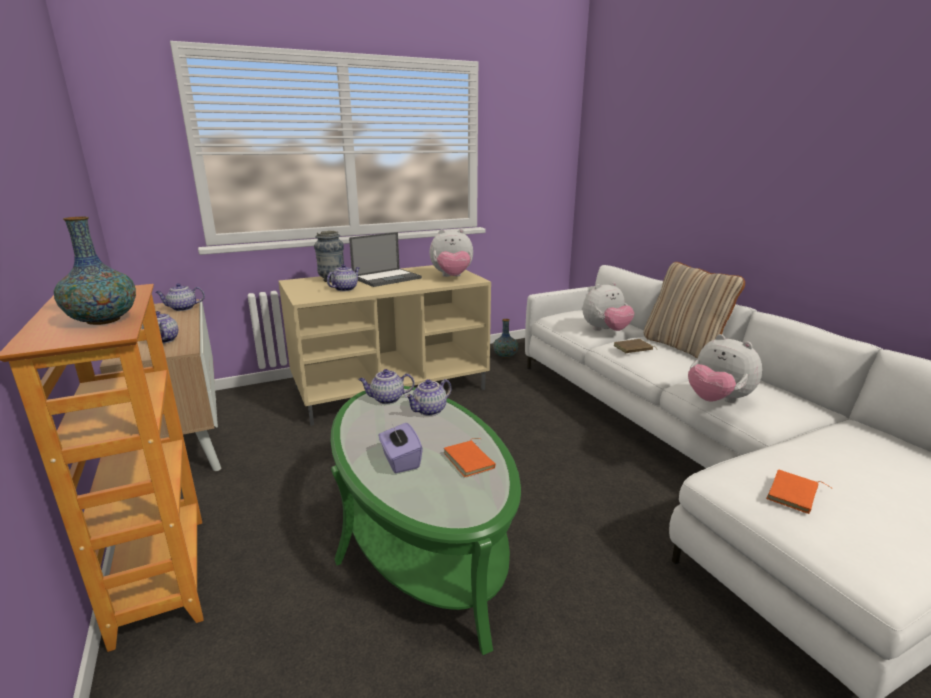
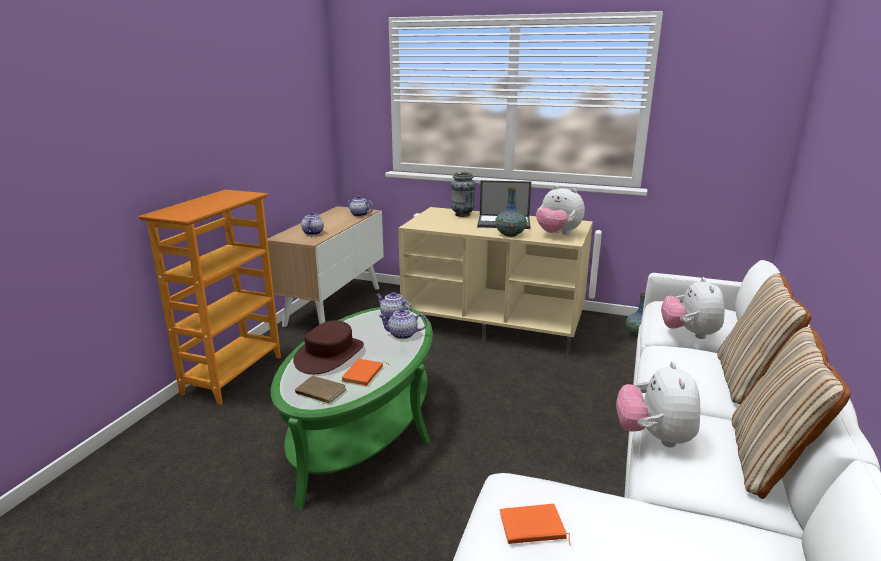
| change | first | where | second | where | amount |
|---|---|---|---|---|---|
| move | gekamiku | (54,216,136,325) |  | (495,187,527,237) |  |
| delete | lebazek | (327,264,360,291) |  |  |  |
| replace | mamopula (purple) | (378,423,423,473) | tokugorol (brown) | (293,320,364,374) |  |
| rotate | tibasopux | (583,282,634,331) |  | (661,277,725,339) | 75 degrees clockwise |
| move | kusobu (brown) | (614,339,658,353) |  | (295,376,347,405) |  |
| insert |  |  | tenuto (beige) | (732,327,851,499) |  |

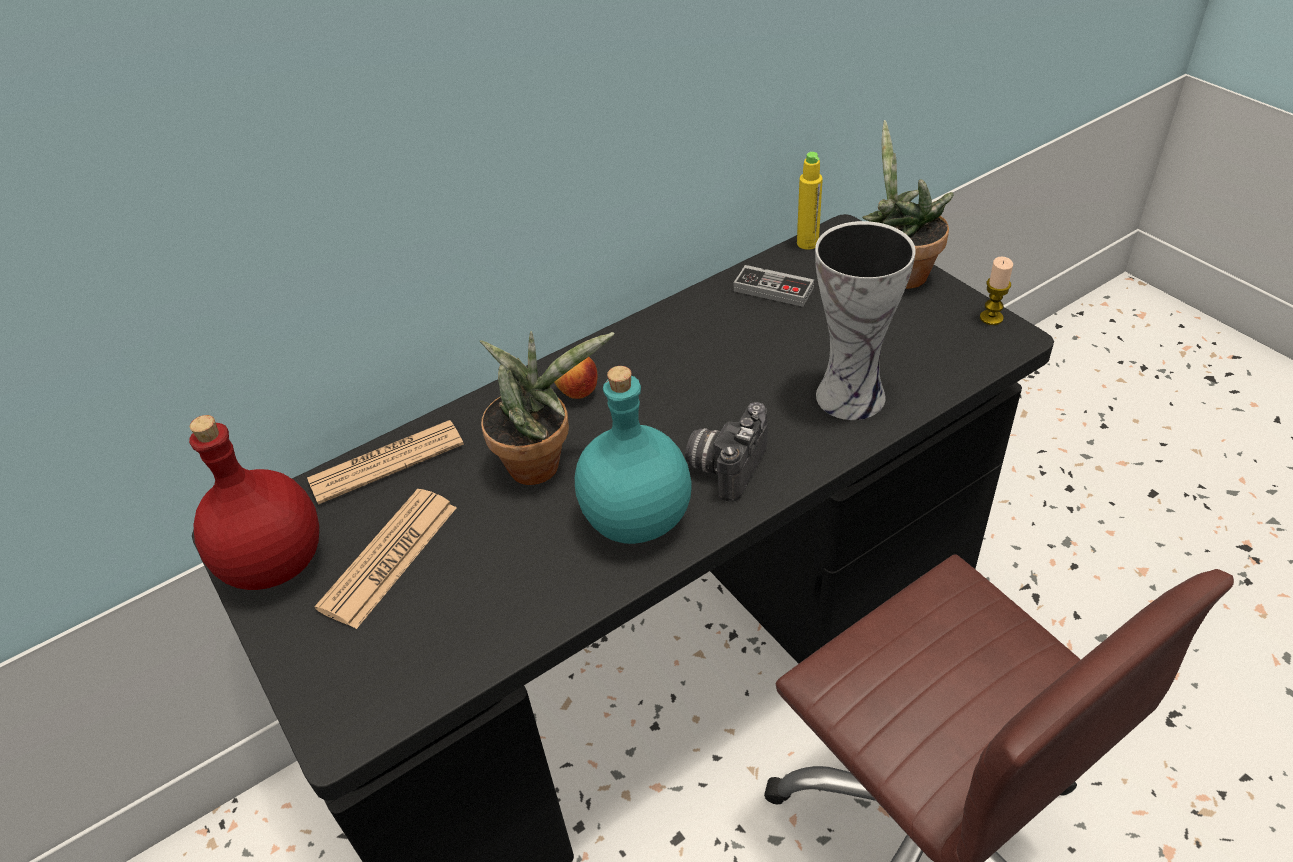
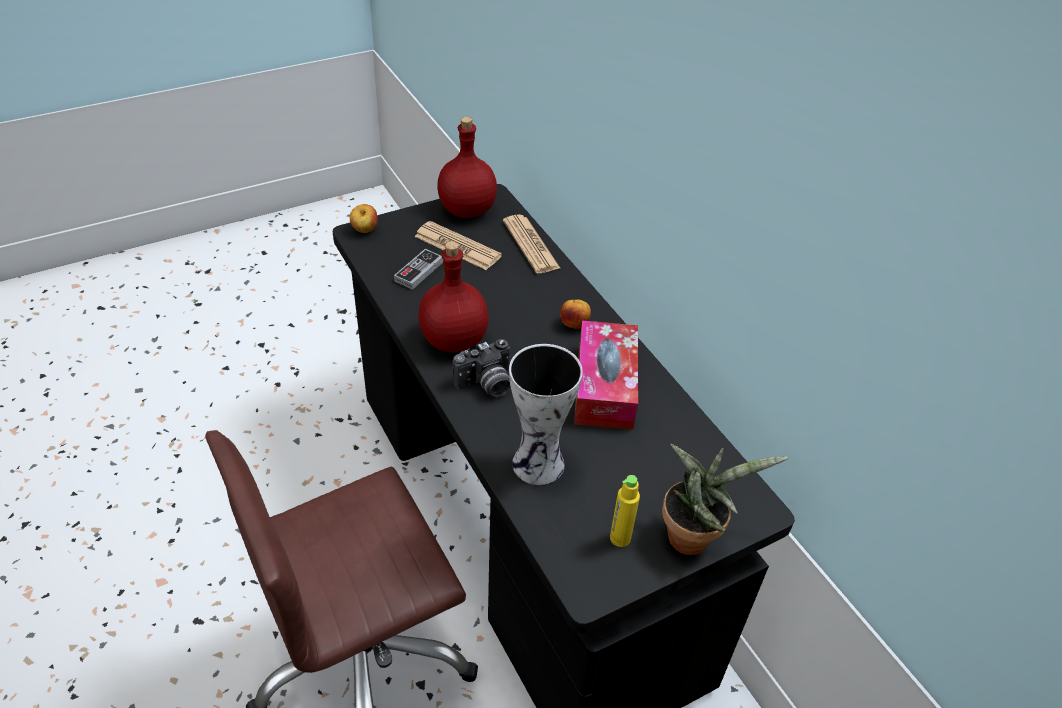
| change | first | where | second | where | amount |
|---|---|---|---|---|---|
| delete | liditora | (480,331,614,485) |  |  |  |
| recolor | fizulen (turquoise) | (575,366,692,544) | fizulen (red) | (418,241,489,352) |  |
| rotate | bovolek | (685,402,768,502) |  | (453,339,511,397) | 120 degrees clockwise |
| move | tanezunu | (734,265,814,307) |  | (394,249,443,290) |  |
| move | fizulen (yellow) | (797,152,823,250) |  | (610,475,640,547) |  |
| delete | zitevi | (980,256,1013,325) |  |  |  |
| insert |  |  | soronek | (350,204,378,233) |  |
| insert |  |  | mamopula | (574,321,638,430) |  |

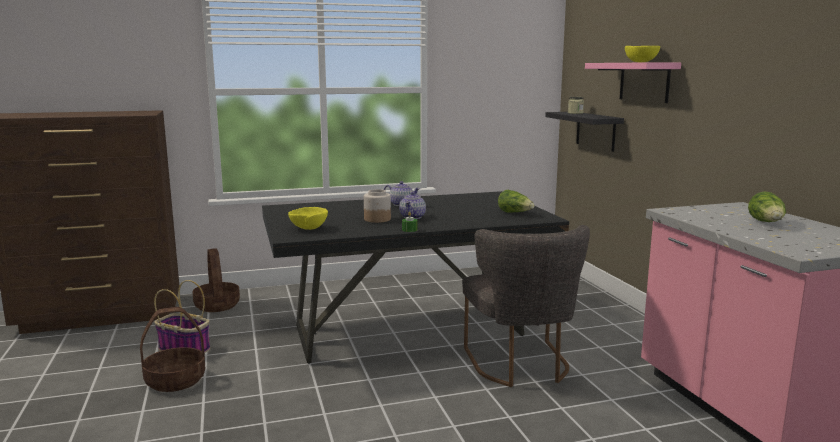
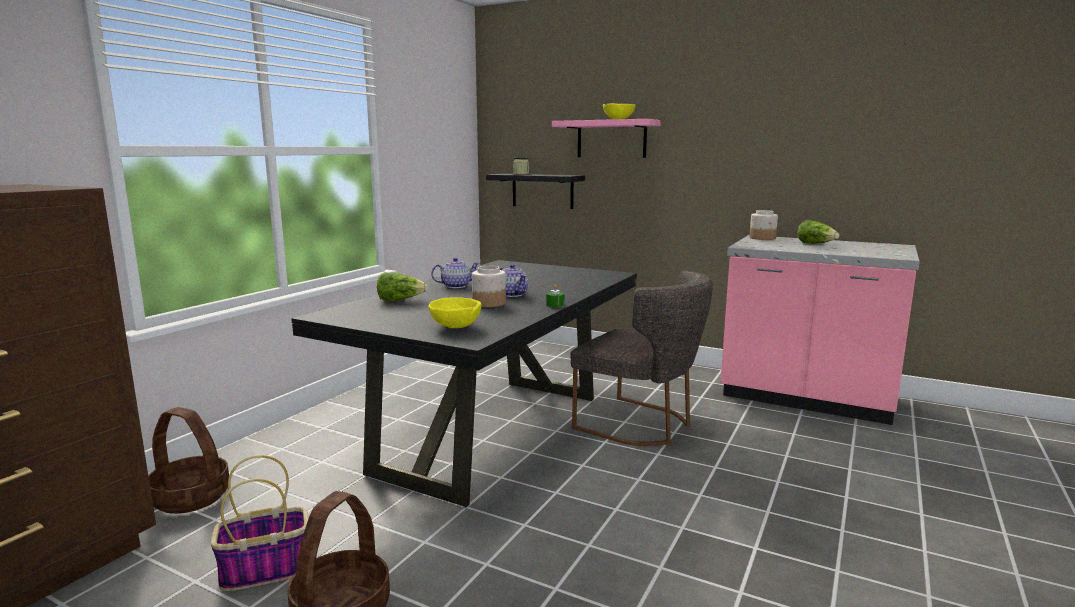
| change | first | where | second | where | amount |
|---|---|---|---|---|---|
| move | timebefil | (498,190,535,213) |  | (377,272,428,301) |  |
| insert |  |  | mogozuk | (750,210,778,240) |  |

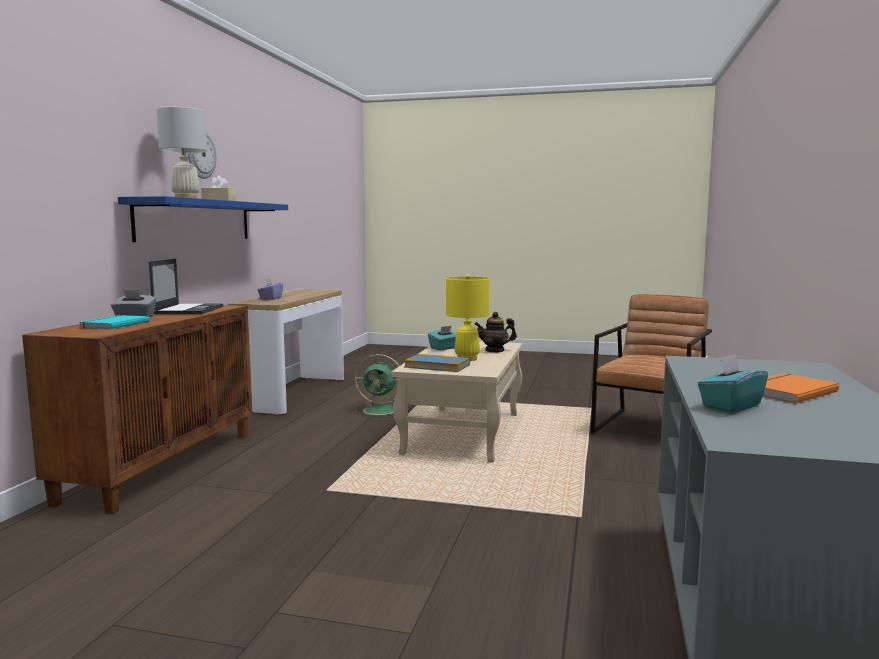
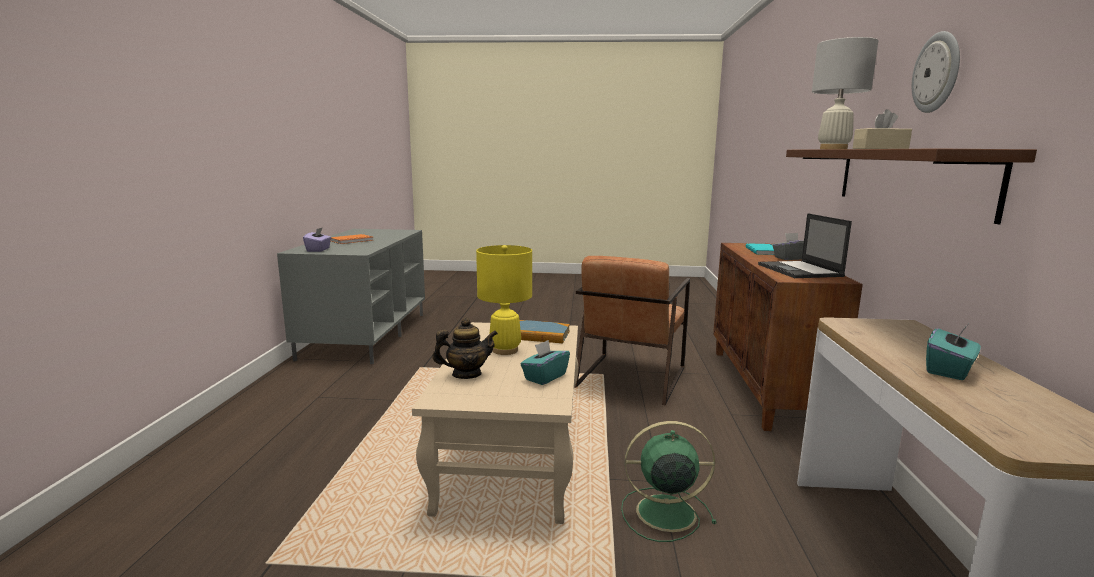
| change | first | where | second | where | amount |
|---|---|---|---|---|---|
| recolor | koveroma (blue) | (118,196,288,242) | koveroma (brown) | (786,148,1037,224) |  |
| move | mamopula (purple) | (257,278,283,300) |  | (303,227,331,252) |  |
| move | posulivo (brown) | (591,294,712,434) |  | (574,256,690,405) |  |
| move | mamopula (turquoise) | (698,354,768,414) |  | (926,325,981,380) |  |

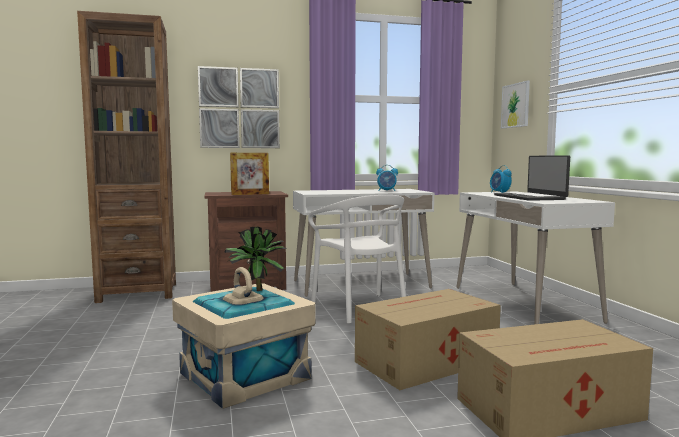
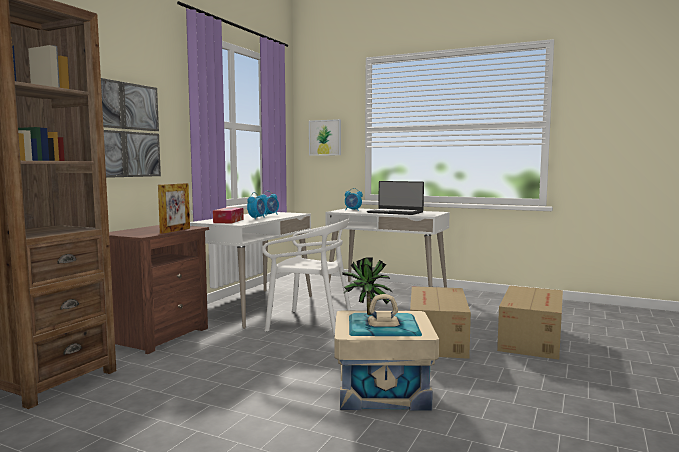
| change | first | where | second | where | amount |
|---|---|---|---|---|---|
| insert |  |  | mamopula | (213,208,244,223) |  |
| insert |  |  | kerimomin | (247,192,267,219) |  |

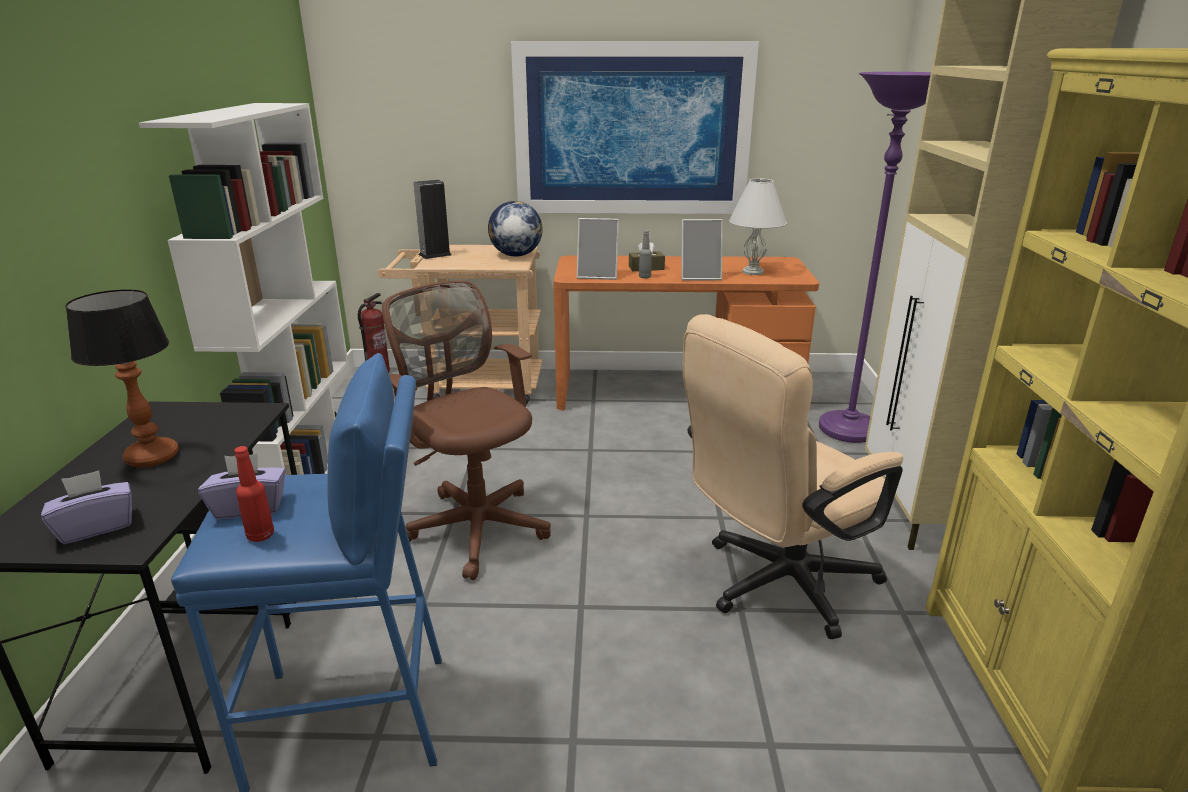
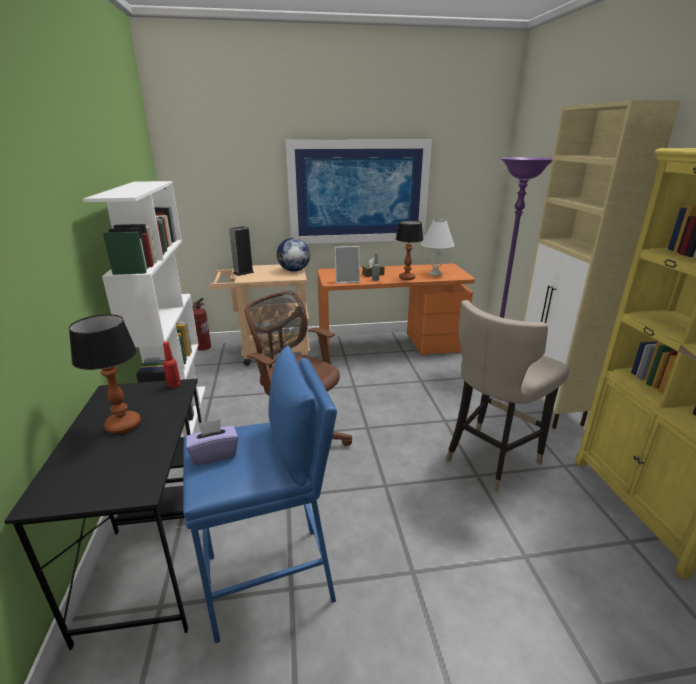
| change | first | where | second | where | amount |
|---|---|---|---|---|---|
| delete | mamopula (purple) | (41,470,132,544) |  |  |  |
| move | fizulen (red) | (234,446,274,542) |  | (163,341,181,388) |  |
| replace | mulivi | (681,219,723,280) | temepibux | (396,220,423,280) |  |
| replace | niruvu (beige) | (683,314,903,639) | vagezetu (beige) | (445,300,569,492) |  |

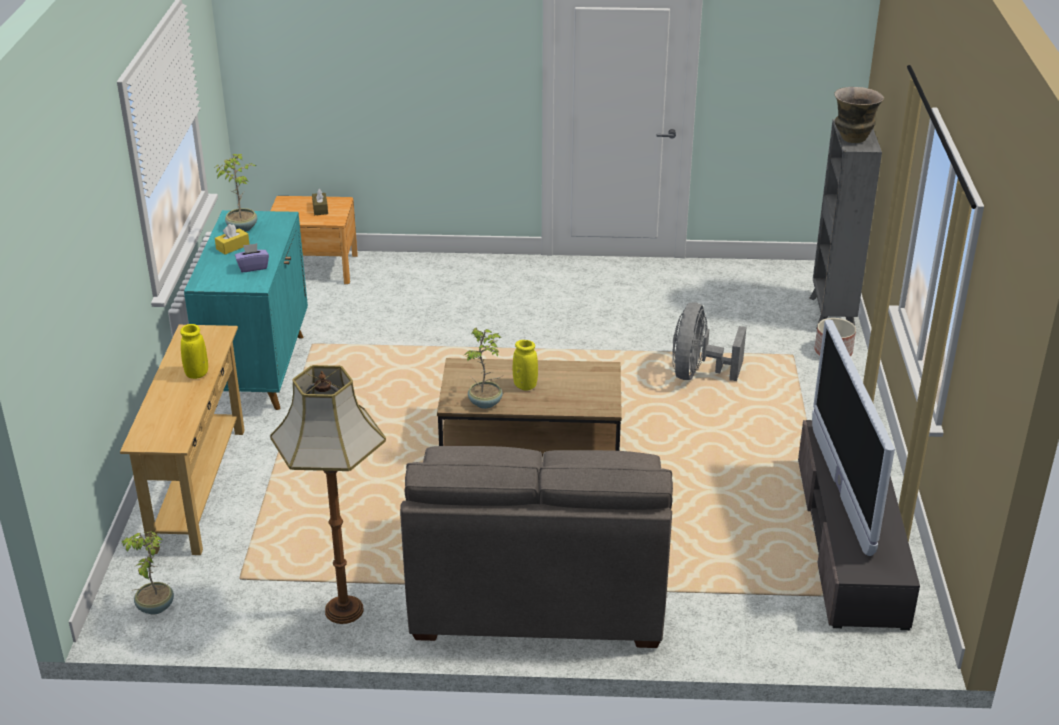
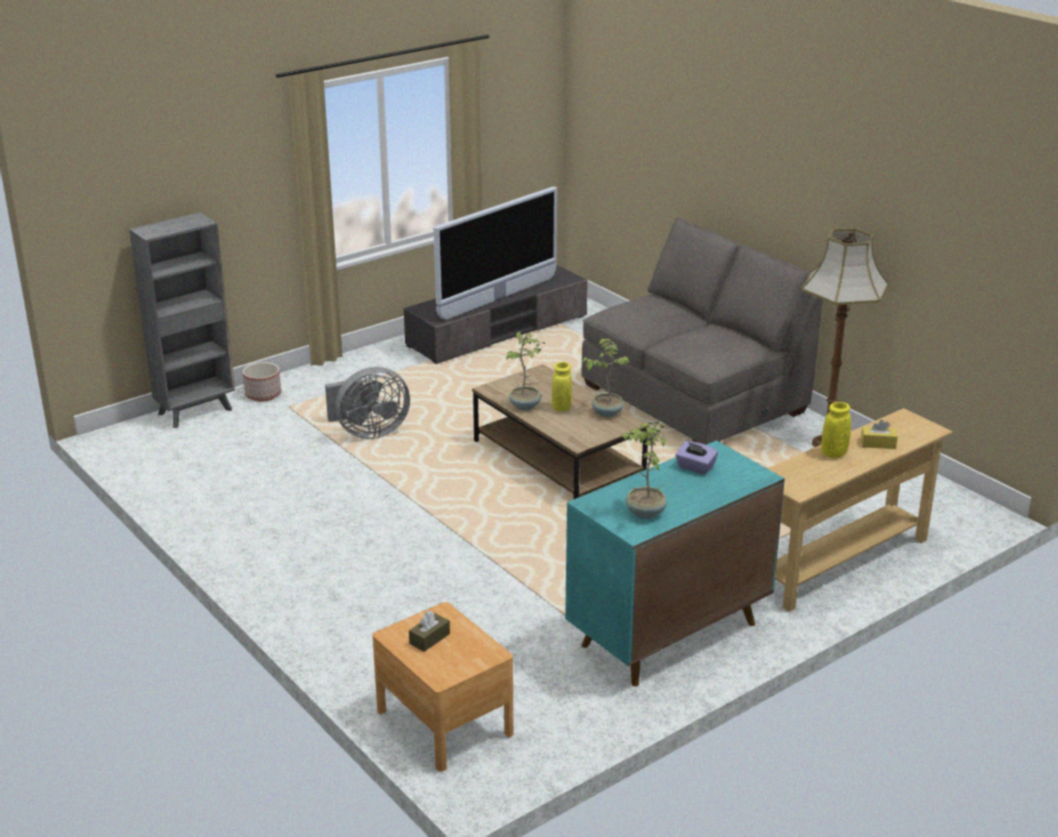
| change | first | where | second | where | amount |
|---|---|---|---|---|---|
| move | liditora | (121,531,174,614) |  | (506,331,545,410) |  |
| move | mamopula (yellow) | (215,224,249,254) |  | (861,420,898,449) |  |
| delete | gekamiku | (834,87,884,143) |  |  |  |

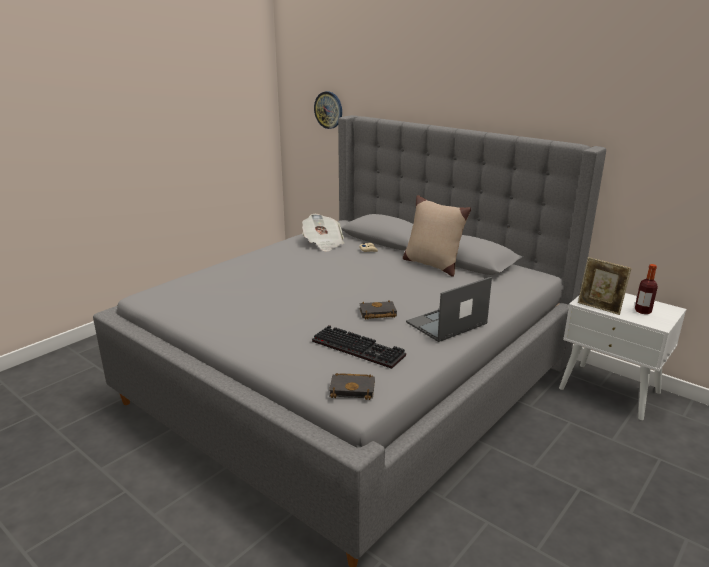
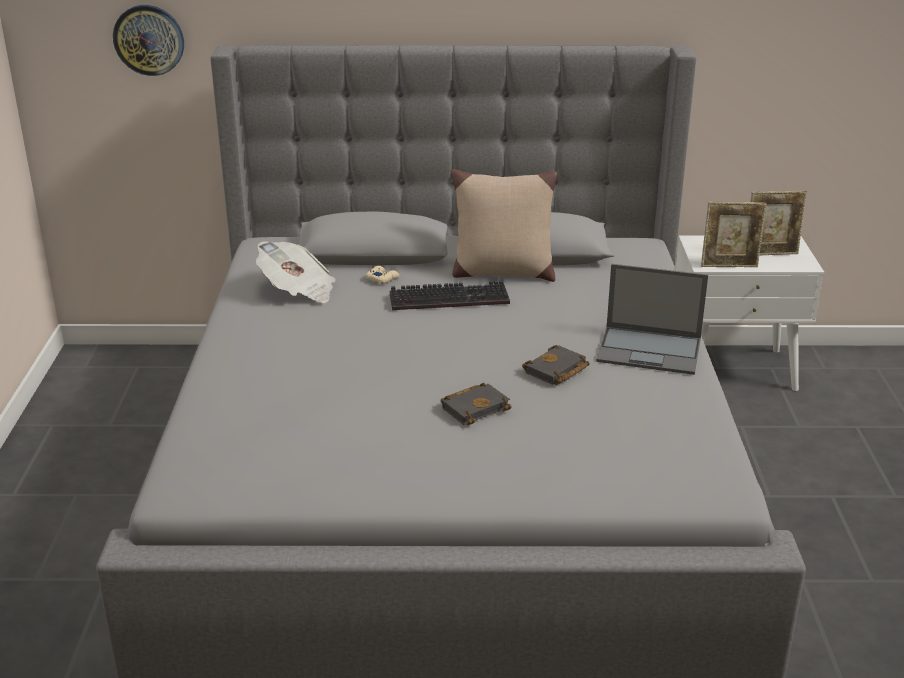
| change | first | where | second | where | amount |
|---|---|---|---|---|---|
| move | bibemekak | (312,325,406,369) |  | (390,281,510,310) |  |
| move | kusobu (black) | (329,373,375,400) |  | (441,383,512,426) |  |
| rotate | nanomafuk | (406,277,492,342) |  | (596,264,708,375) | 90 degrees counterclockwise |
| replace | fizulen | (635,264,658,314) | mulivi | (750,191,807,256) |  |

